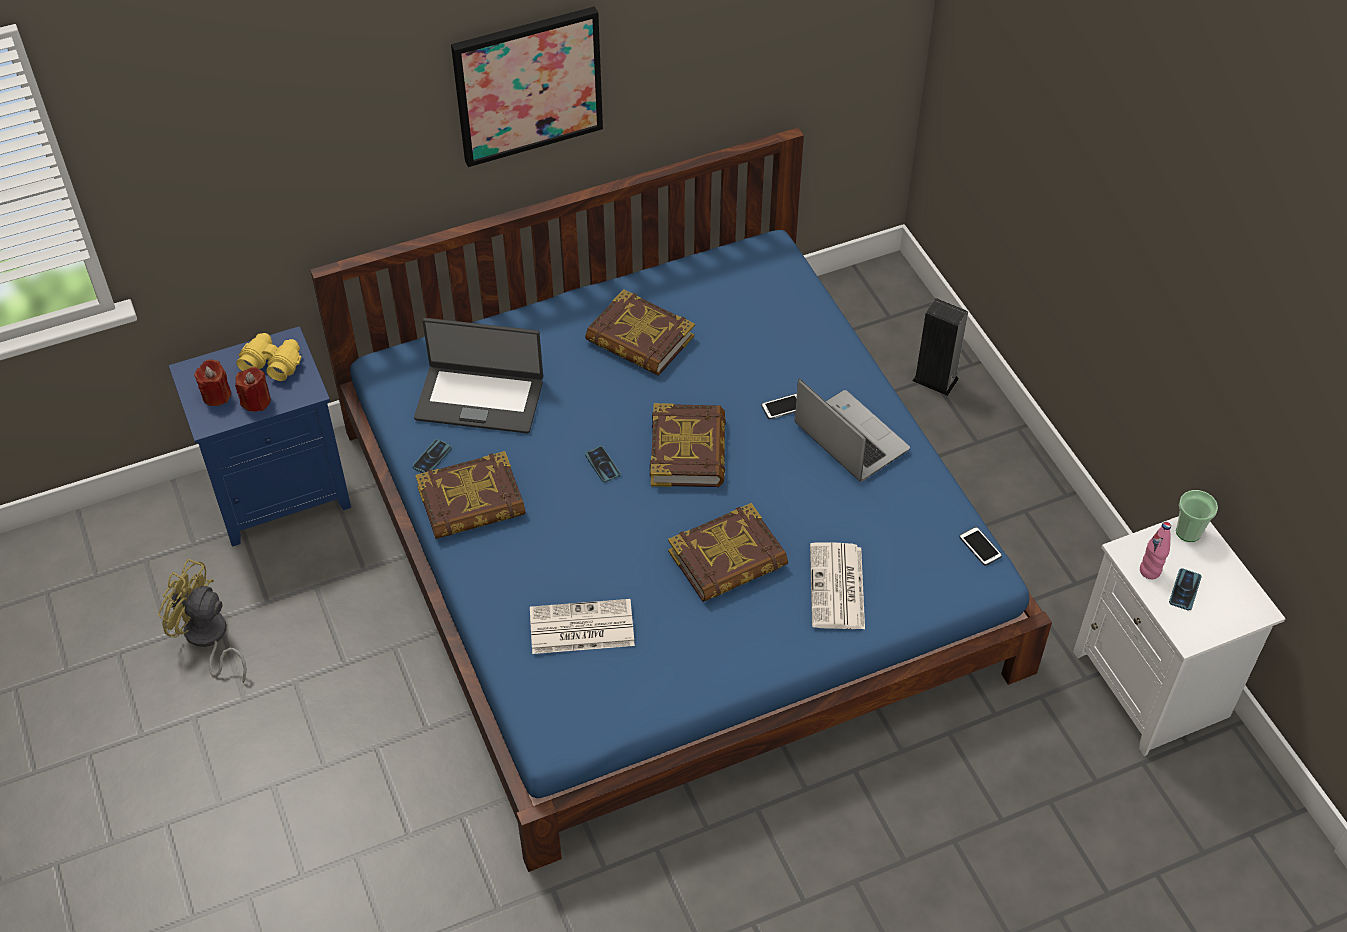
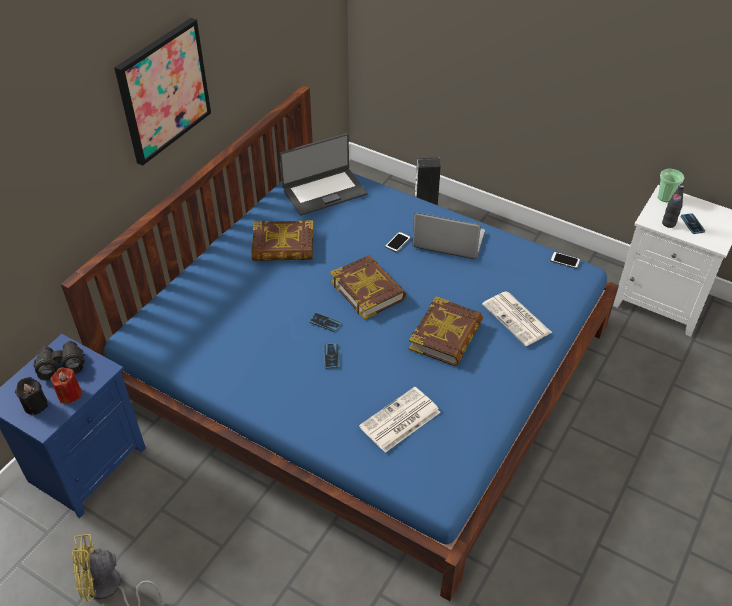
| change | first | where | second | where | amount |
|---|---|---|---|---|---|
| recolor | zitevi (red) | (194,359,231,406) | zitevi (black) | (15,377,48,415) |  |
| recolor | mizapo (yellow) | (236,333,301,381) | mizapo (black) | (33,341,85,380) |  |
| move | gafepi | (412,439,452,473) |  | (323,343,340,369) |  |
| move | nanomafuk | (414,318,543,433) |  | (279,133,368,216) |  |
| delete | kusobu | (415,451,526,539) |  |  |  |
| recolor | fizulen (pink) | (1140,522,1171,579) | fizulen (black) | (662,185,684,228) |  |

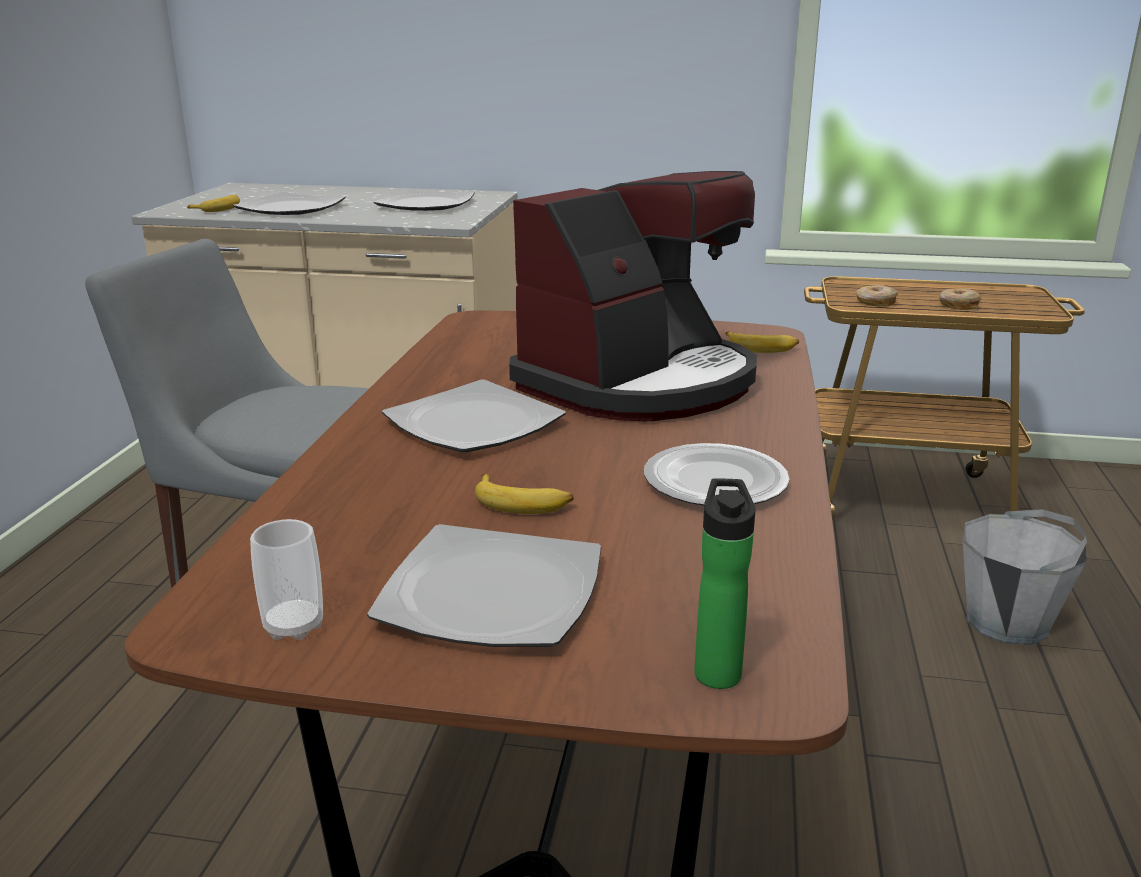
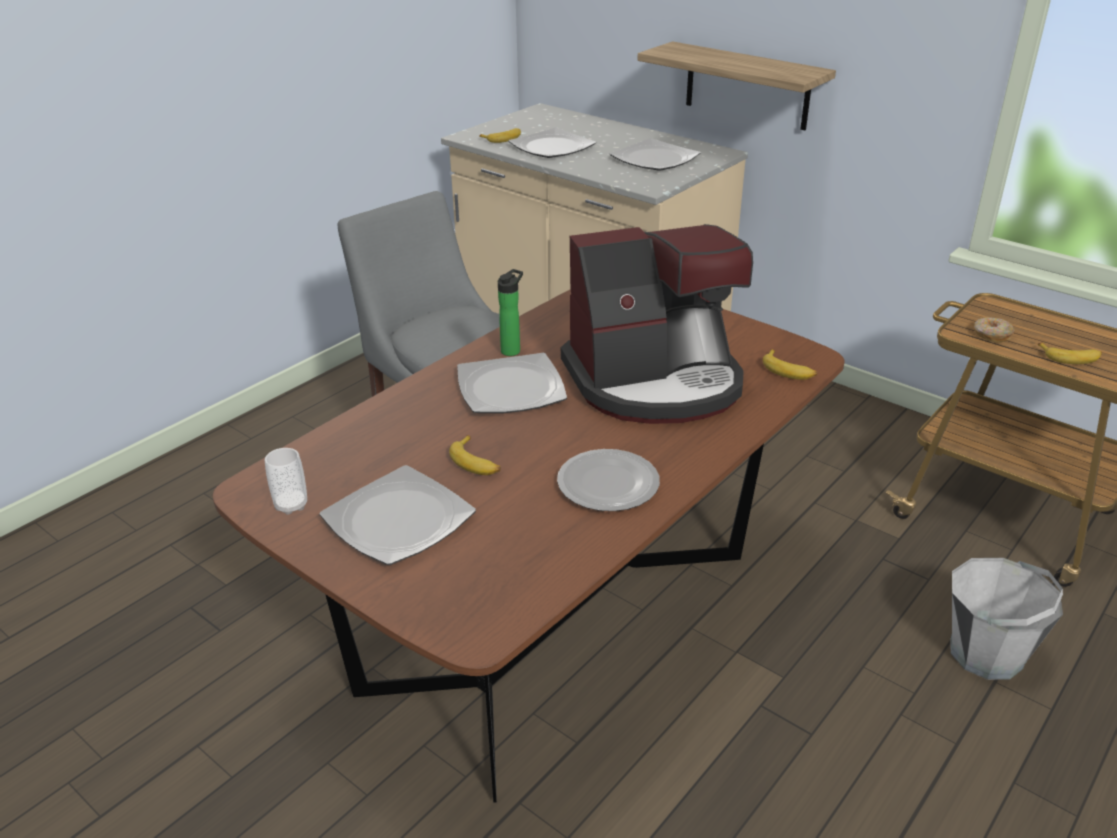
| change | first | where | second | where | amount |
|---|---|---|---|---|---|
| move | fizulen | (694,478,756,689) |  | (498,269,523,356) |  |
| replace | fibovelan | (939,289,982,310) | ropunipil | (1038,343,1102,364) |  |
| insert |  |  | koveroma | (637,41,836,130) |  |

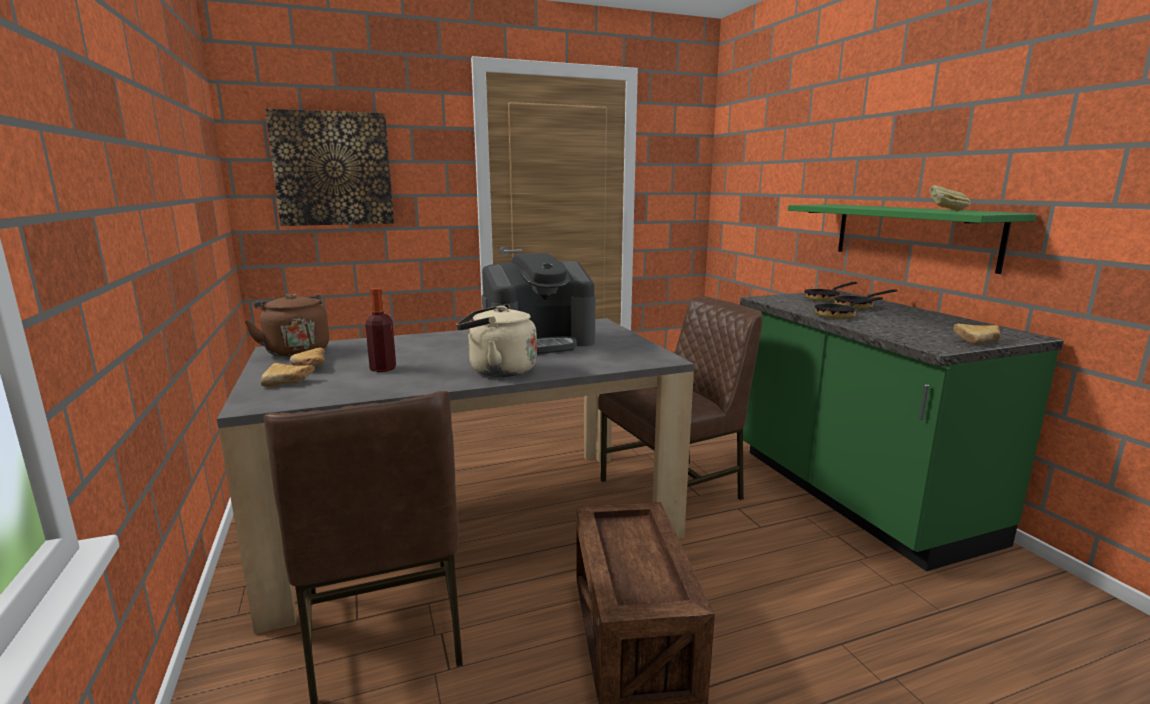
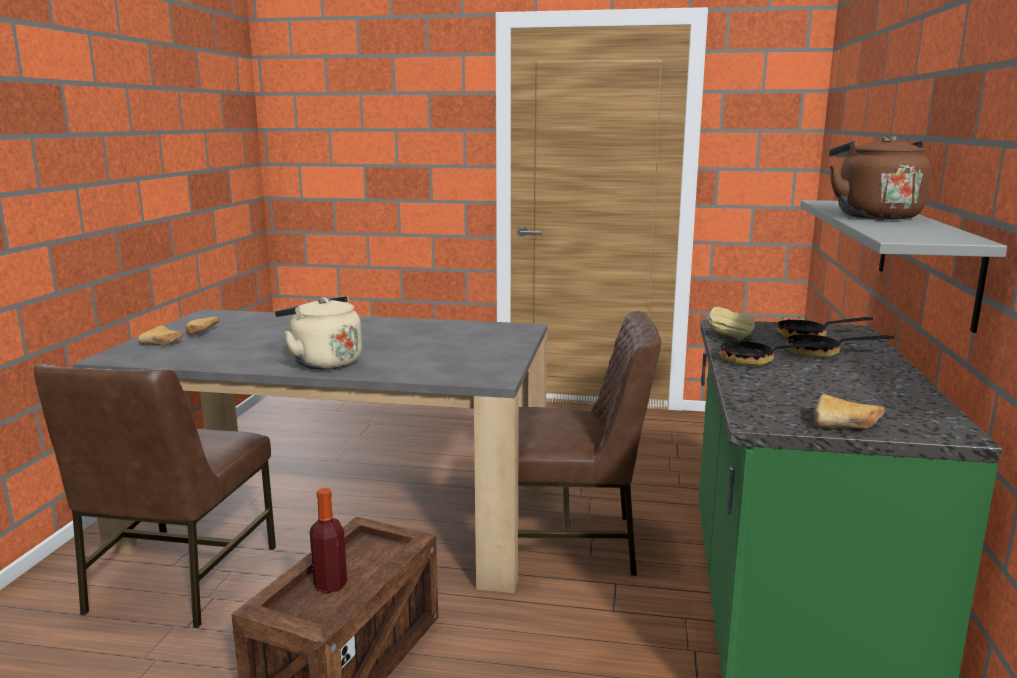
| change | first | where | second | where | amount |
|---|---|---|---|---|---|
| move | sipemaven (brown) | (244,293,329,357) |  | (829,136,931,220) |  |
| delete | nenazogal | (265,109,394,226) |  |  |  |
| move | fizulen | (365,288,396,372) |  | (310,488,347,593) |  |
| delete | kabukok | (482,253,595,354) |  |  |  |
| recolor | koveroma (green) | (788,204,1037,274) | koveroma (grey) | (800,200,1007,333) |  |
| move | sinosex | (930,185,971,211) |  | (708,307,755,339) |  |

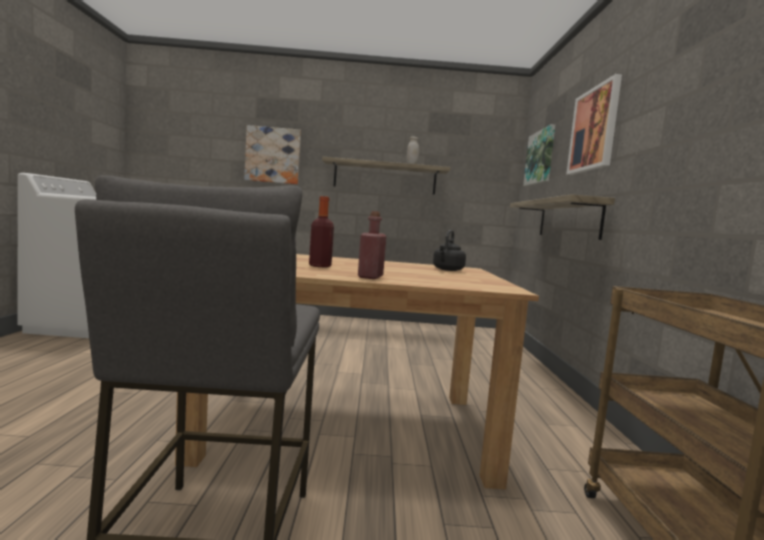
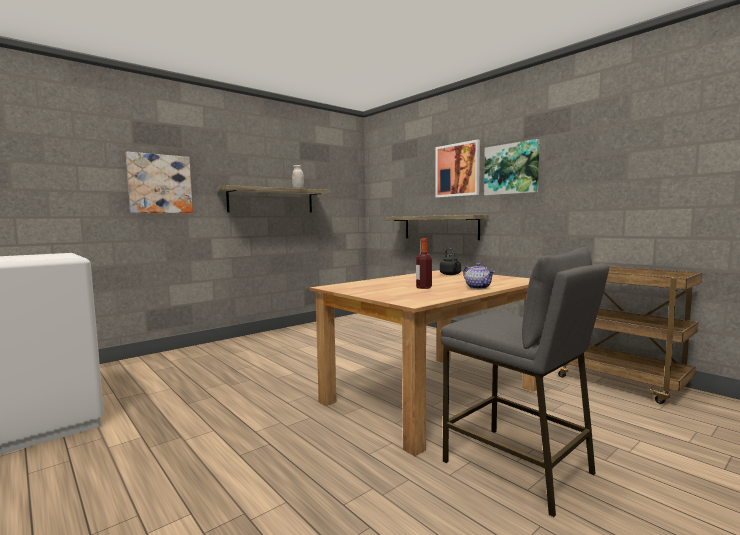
| change | first | where | second | where | amount |
|---|---|---|---|---|---|
| replace | fizulen (red) | (358,211,386,279) | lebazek | (463,263,495,289) |  |
| move | nenazogal | (523,124,555,186) |  | (484,139,540,196) |  |

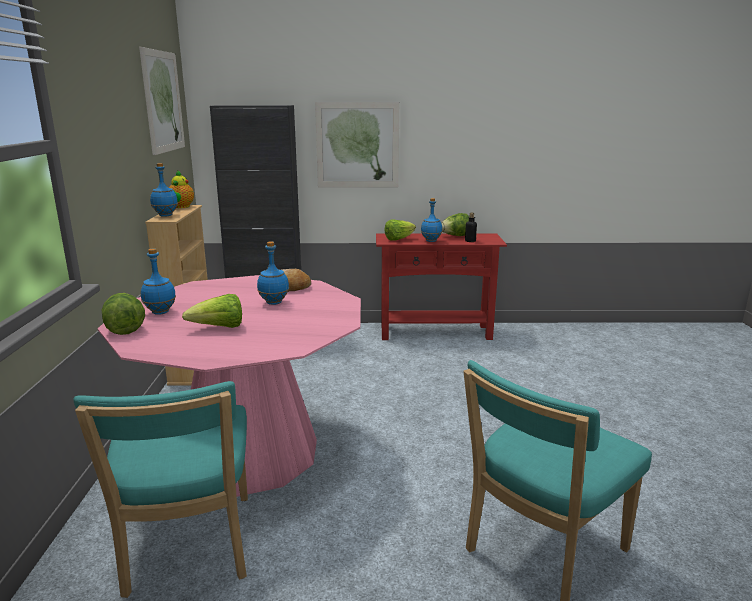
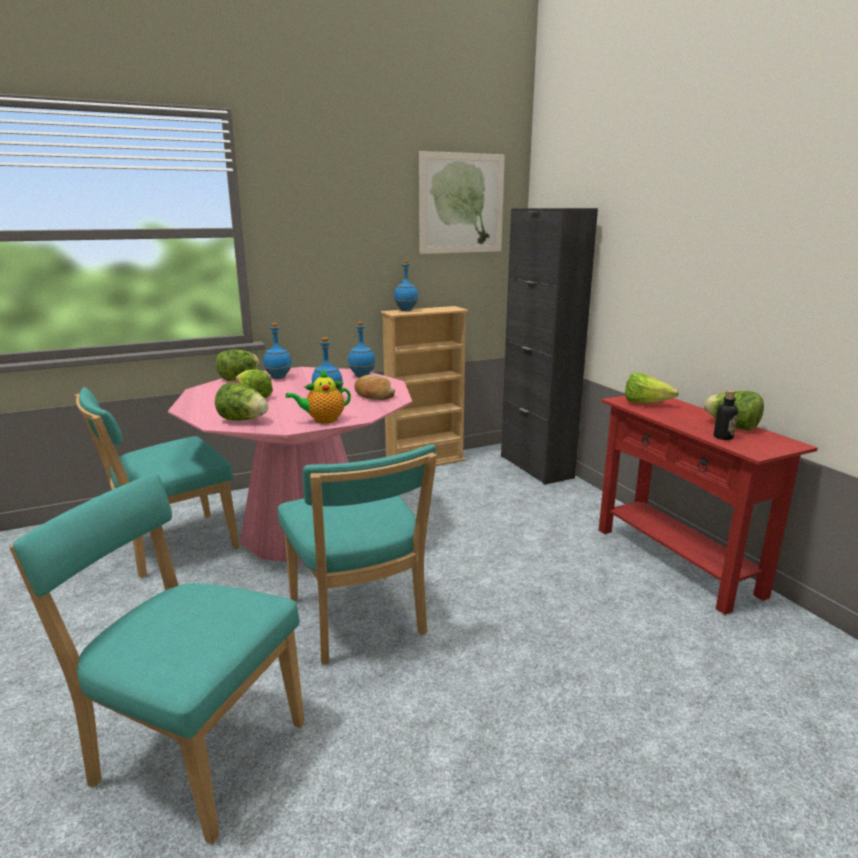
| change | first | where | second | where | amount |
|---|---|---|---|---|---|
| move | lebazek | (169,170,194,208) |  | (285,369,351,424) |  |
| delete | nenazogal | (315,102,399,187) |  |  |  |
| move | fizulen (blue) | (421,198,442,242) |  | (348,322,375,377) |  |
| insert |  |  | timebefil | (215,383,269,421) |  |
| insert |  |  | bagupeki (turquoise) | (278,444,437,664) |  |

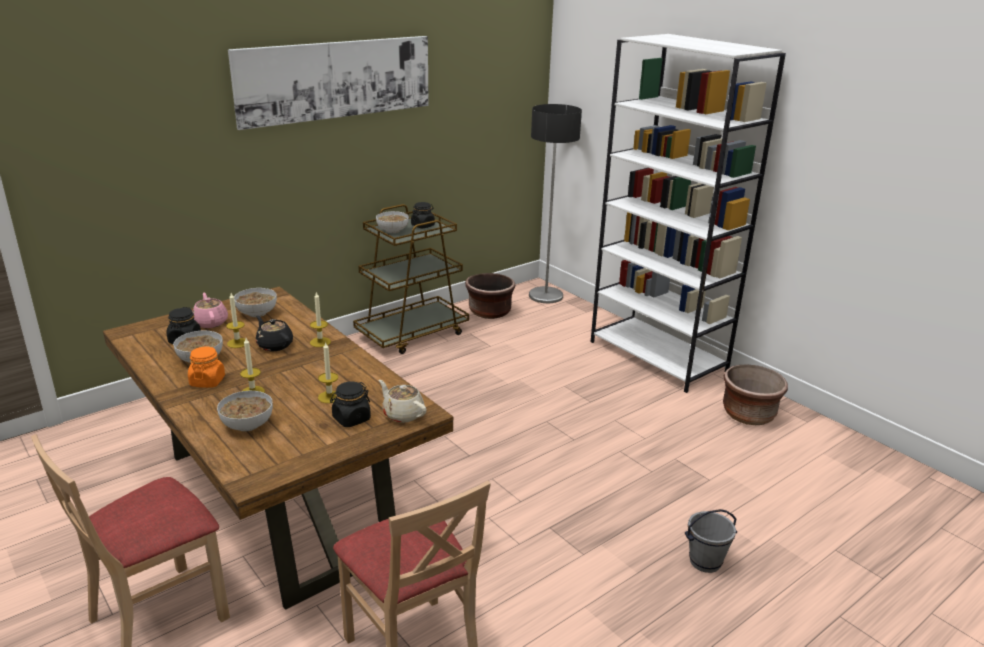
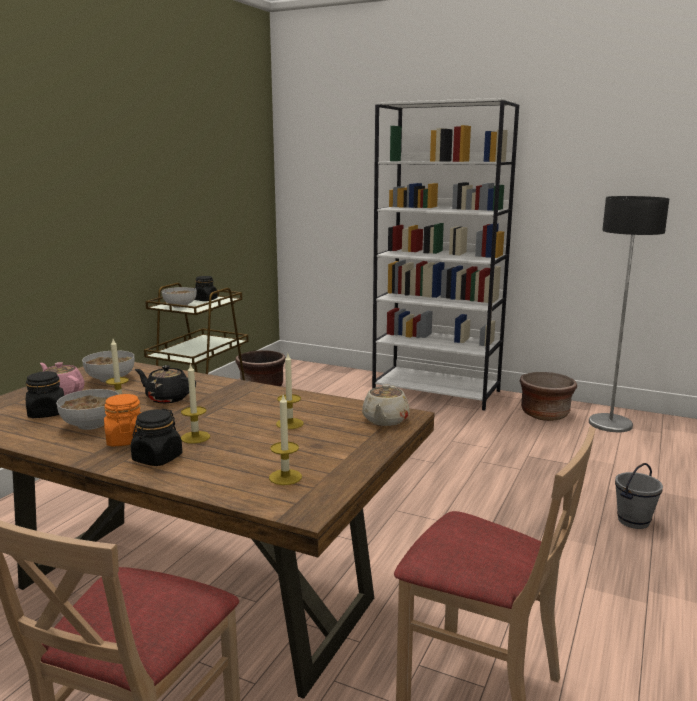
| change | first | where | second | where | amount |
|---|---|---|---|---|---|
| delete | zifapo | (217,391,273,432) |  |  |  |
| delete | nenazogal | (228,36,429,130) |  |  |  |
| move | zitevi | (310,292,331,347) |  | (269,395,302,485) |  |
| move | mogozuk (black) | (330,381,371,427) |  | (131,409,182,466) |  |
| rotate | lebazek (beige) | (379,380,427,423) |  | (362,384,409,426) | 90 degrees counterclockwise |
| move | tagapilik | (529,104,582,303) |  | (589,196,669,432) |  |

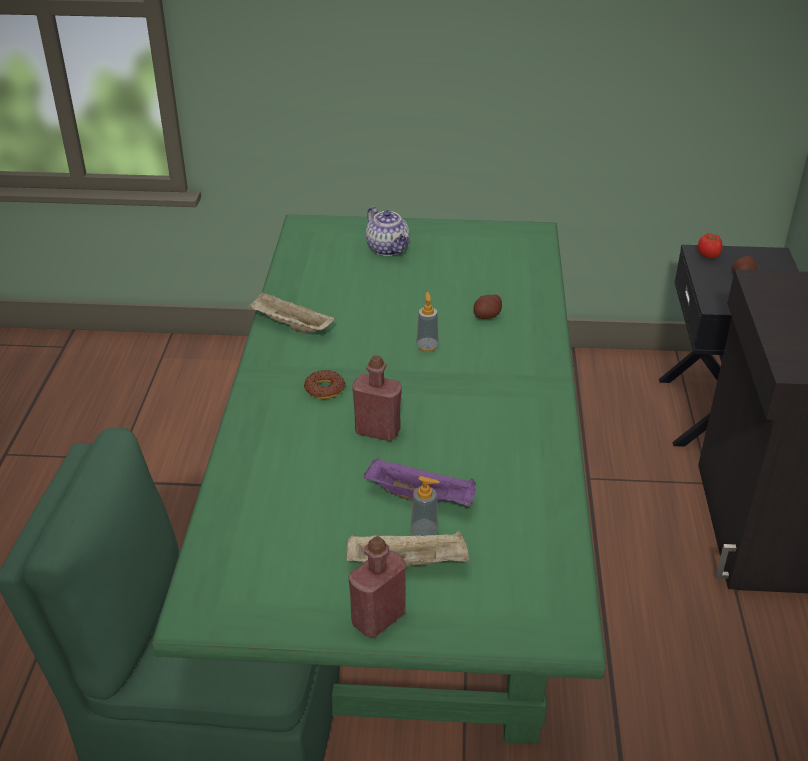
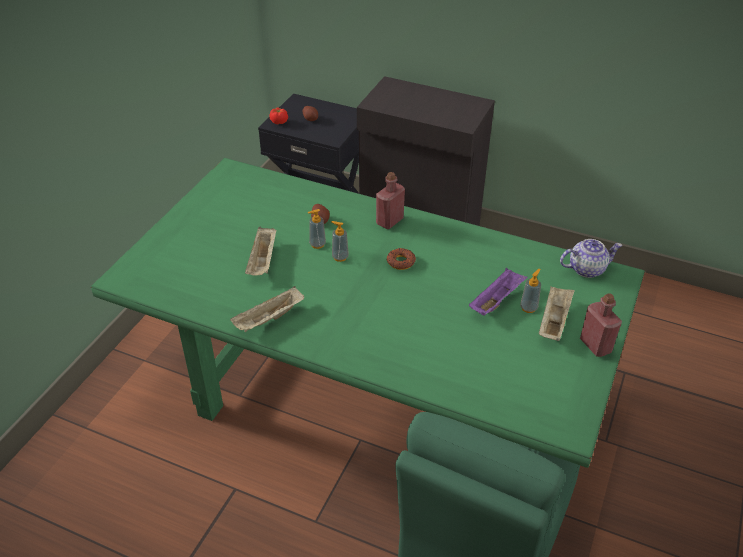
| change | first | where | second | where | amount |
|---|---|---|---|---|---|
| move | fibovelan | (304,370,345,399) |  | (386,248,416,270) |  |
| move | fizulen (red) | (352,355,402,441) |  | (376,172,405,229) |  |
| move | lebazek | (366,207,410,256) |  | (560,239,622,278) |  |
| insert |  |  | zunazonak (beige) | (245,227,276,275) |  |
| insert |  |  | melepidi | (308,209,326,249) |  |

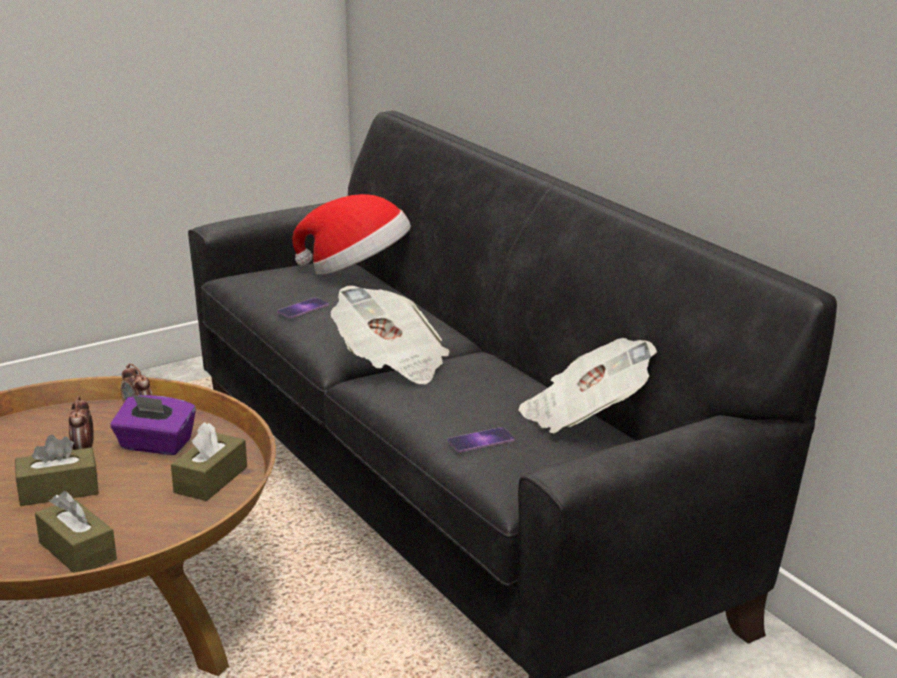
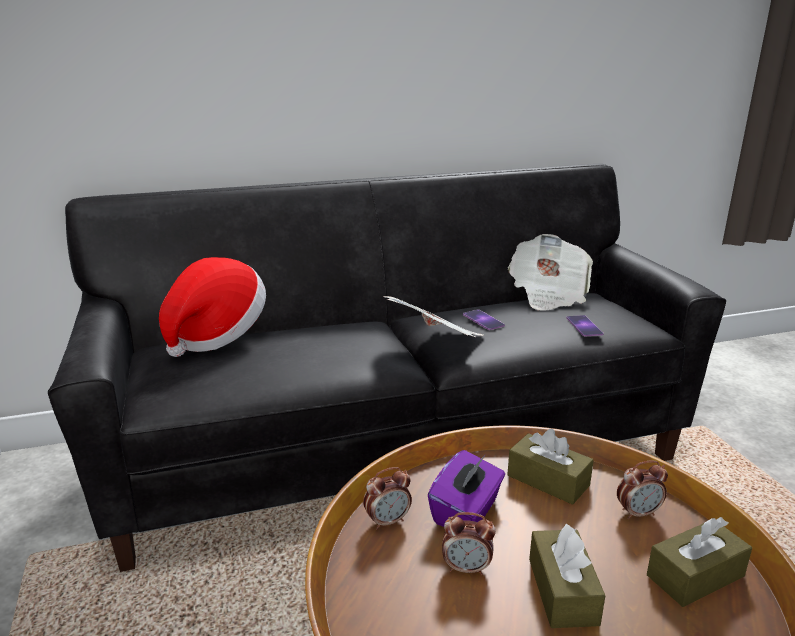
| change | first | where | second | where | amount |
|---|---|---|---|---|---|
| move | gafepi | (277,297,330,318) |  | (463,309,505,330) |  |
| insert |  |  | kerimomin | (617,460,668,520) |  |

